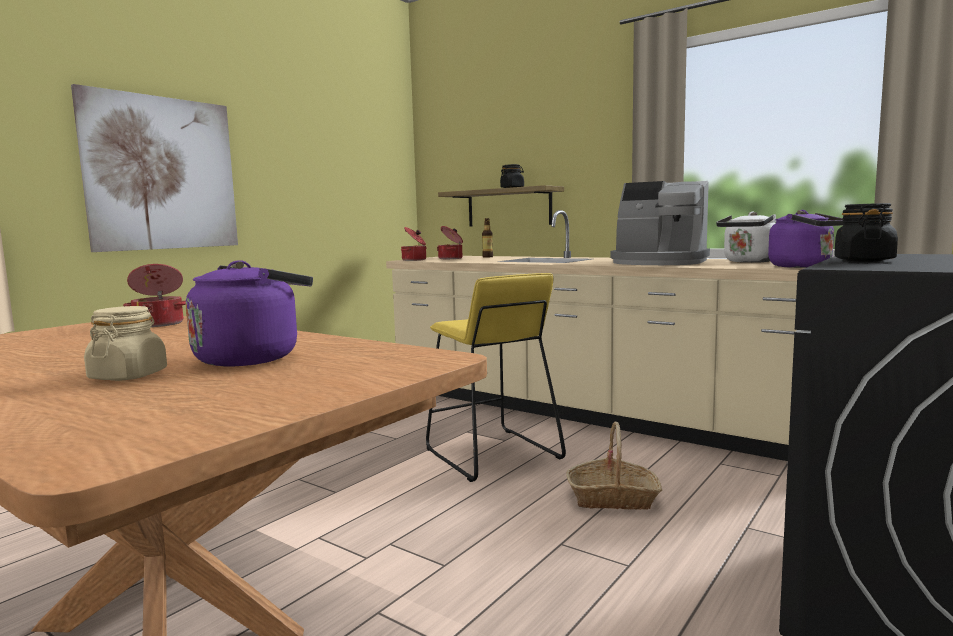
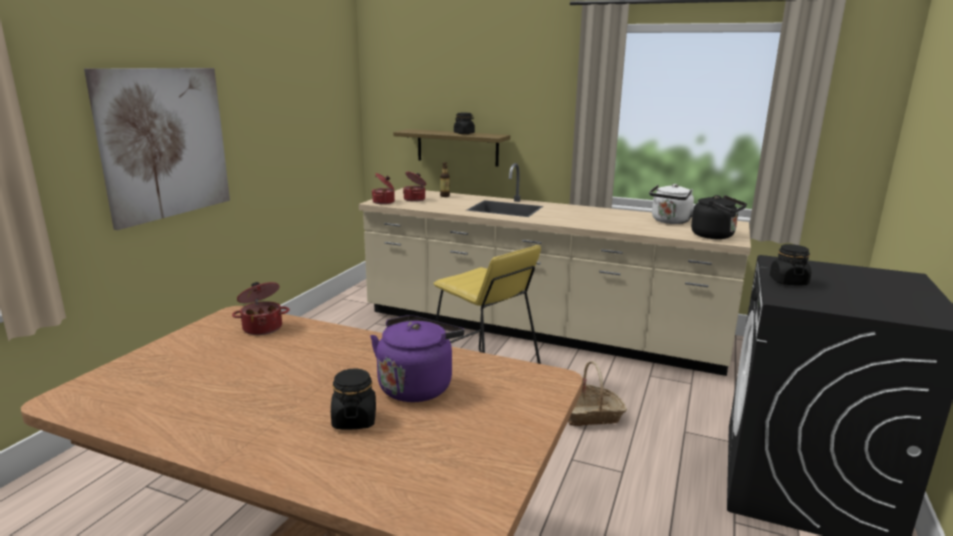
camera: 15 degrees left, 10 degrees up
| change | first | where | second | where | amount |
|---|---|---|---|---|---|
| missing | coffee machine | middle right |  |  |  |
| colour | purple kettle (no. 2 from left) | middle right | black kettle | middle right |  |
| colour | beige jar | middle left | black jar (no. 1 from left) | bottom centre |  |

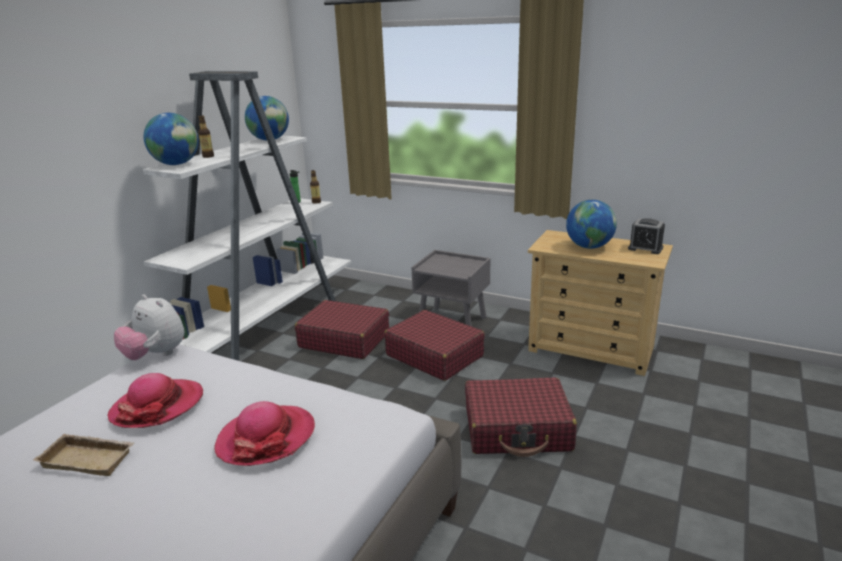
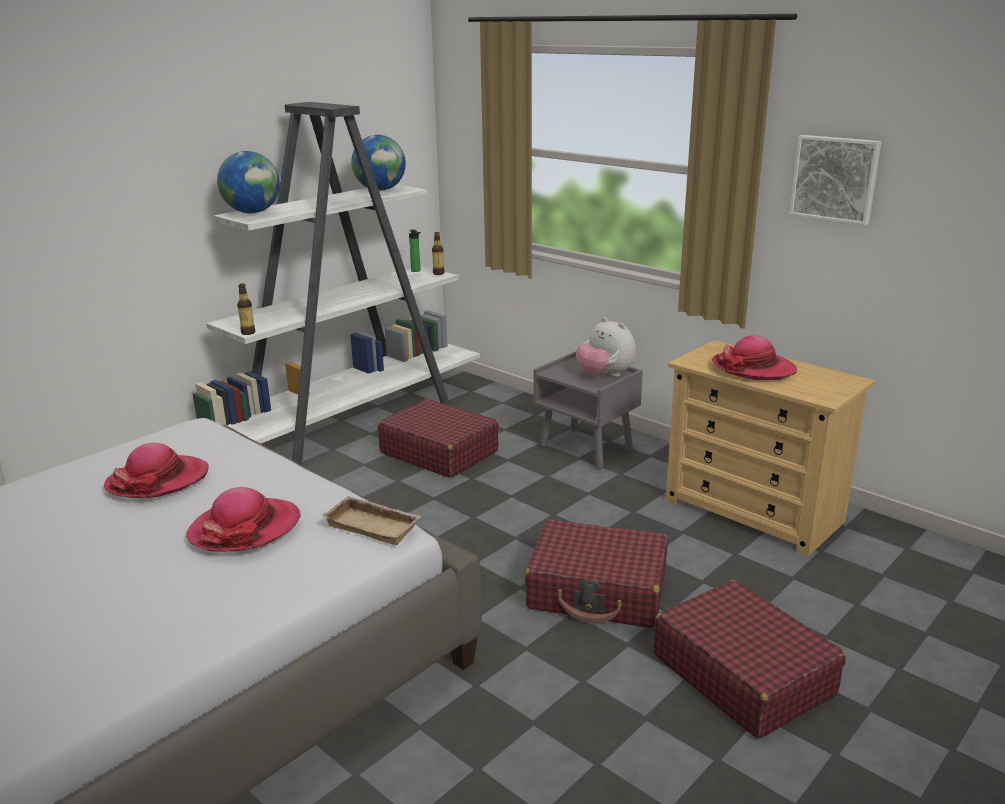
camera: 15 degrees right, 0 degrees up
| change | first | where | second | where | amount |
|---|---|---|---|---|---|
| relocated | bottle (no. 1 from left) | top left |  | middle left |  |
| exchanged | globe (no. 3 from left) | middle right | hat (no. 3 from left) | middle right |  |
| missing | alarm clock | middle right |  |  |  |
| relocated | plush toy | middle left |  | centre |  |
| relocated | red suitcase (no. 2 from left in the first image) | centre | red suitcase (no. 3 from left) | bottom right |  |
| relocated | beige tray | bottom left |  | centre |  |
| appeared |  |  | picture | top right |  |

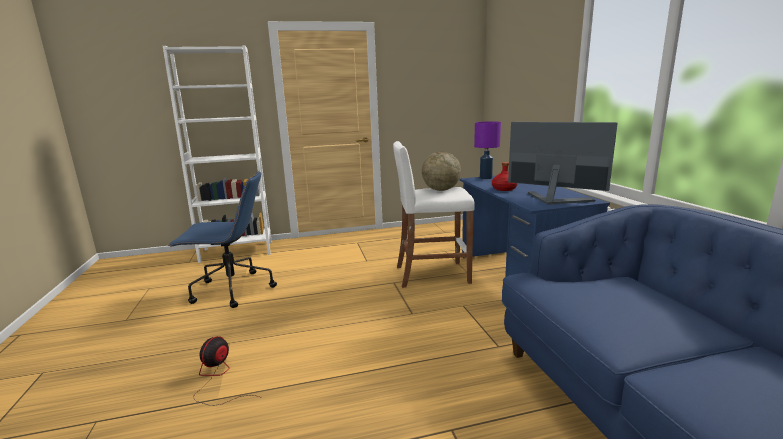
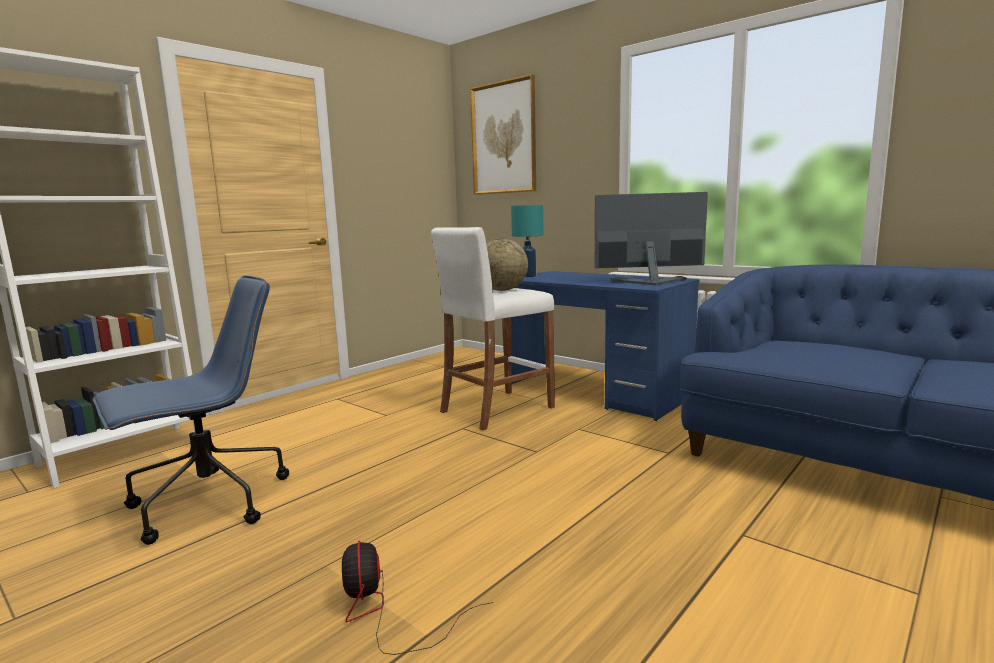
camera: 35 degrees left, 5 degrees down
| change | first | where | second | where | amount |
|---|---|---|---|---|---|
| colour | purple table lamp | centre | turquoise table lamp | centre |  |
| missing | red bottle | centre |  |  |  |
| appeared |  |  | picture | top centre |  |

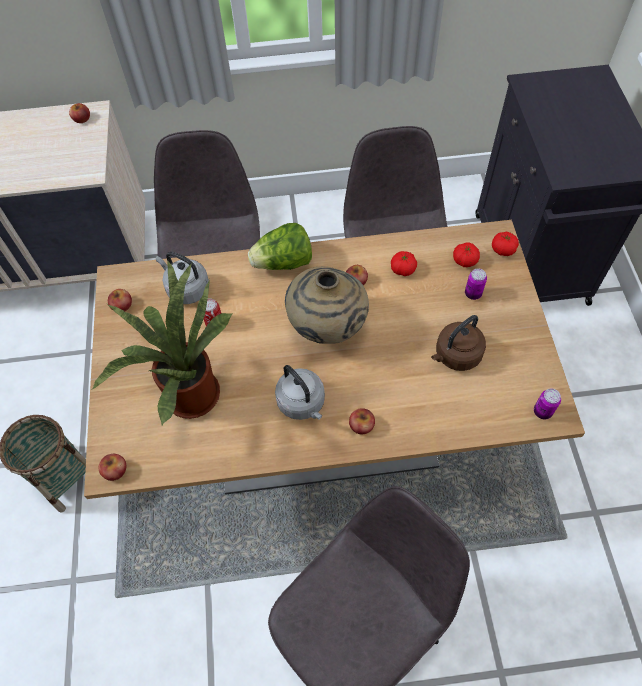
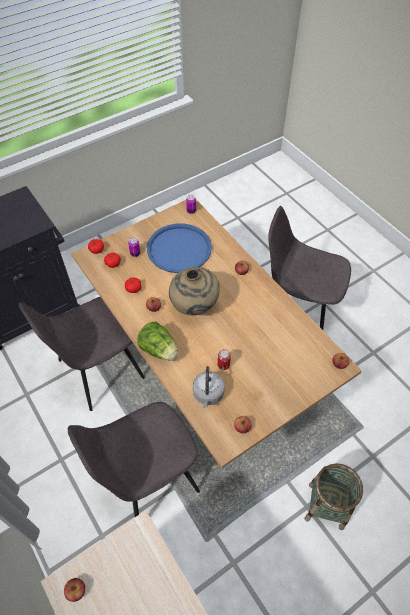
camera: 120 degrees left, 5 degrees down
| change | first | where | second | where | amount |
|---|---|---|---|---|---|
| missing | potted plant | middle left |  |  |  |
| exchanged | brown kettle | middle right | blue tray | centre |  |
| missing | grey kettle (no. 2 from left) | centre |  |  |  |

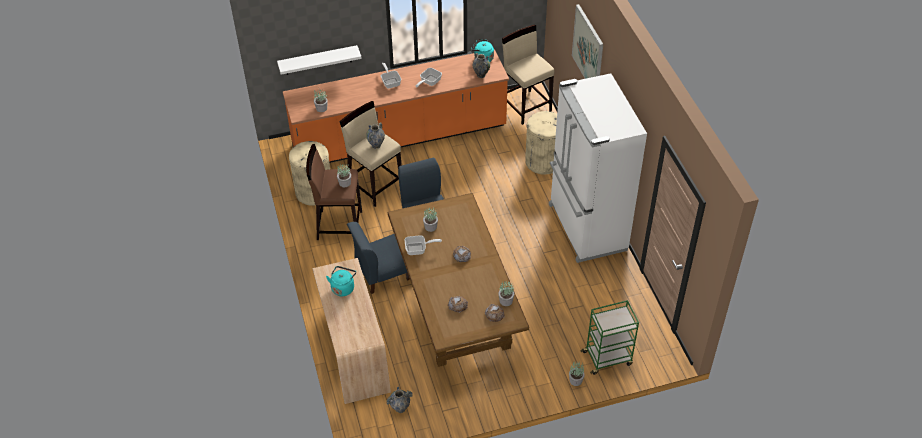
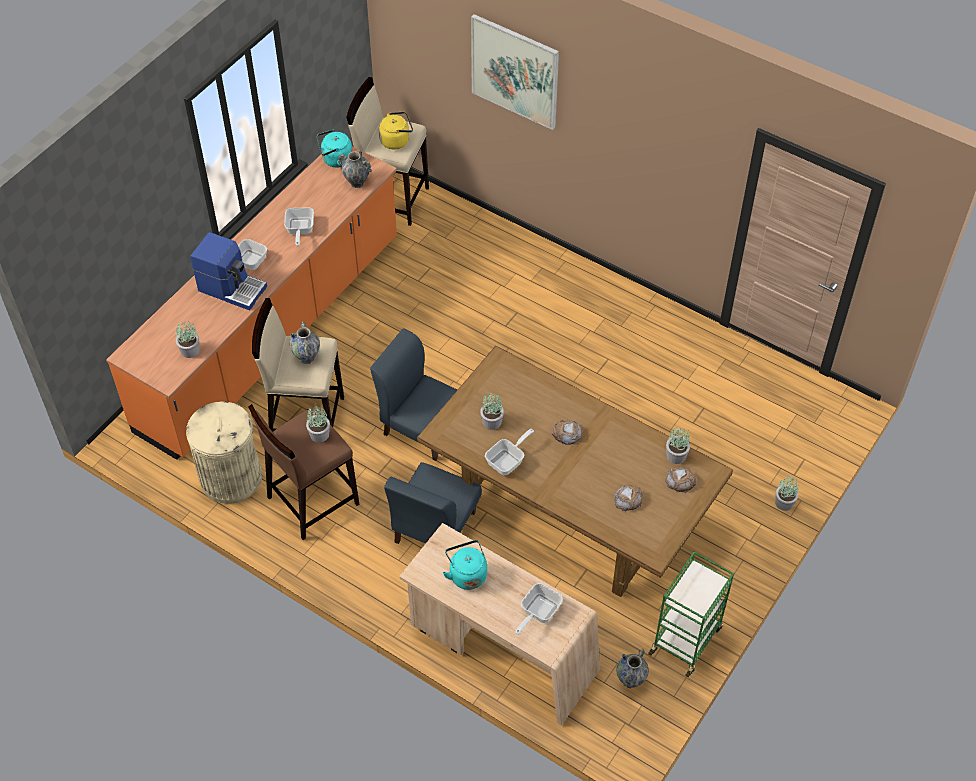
camera: 40 degrees left, 5 degrees up
| change | first | where | second | where | amount |
|---|---|---|---|---|---|
| missing | white shelf | top centre |  |  |  |
| missing | white fridge | centre |  |  |  |
| missing | beige trash can (no. 2 from left) | top centre |  |  |  |
| relocated | green cart | bottom centre |  | bottom right |  |
| appeared |  |  | yellow kettle | top centre |  |
| appeared |  |  | coffee machine | middle left |  |
| appeared |  |  | frying pan (no. 4 from left) | bottom centre |  |

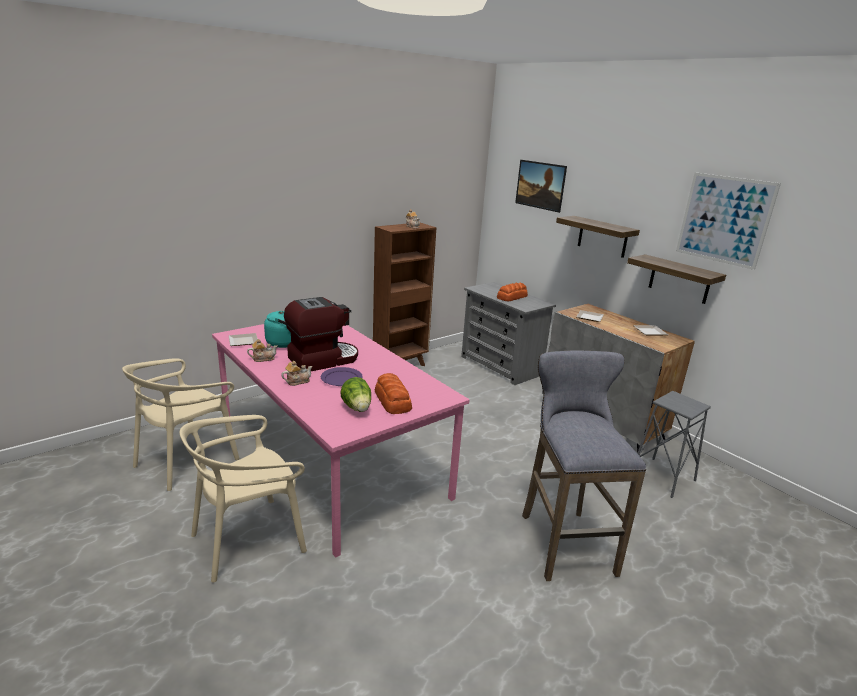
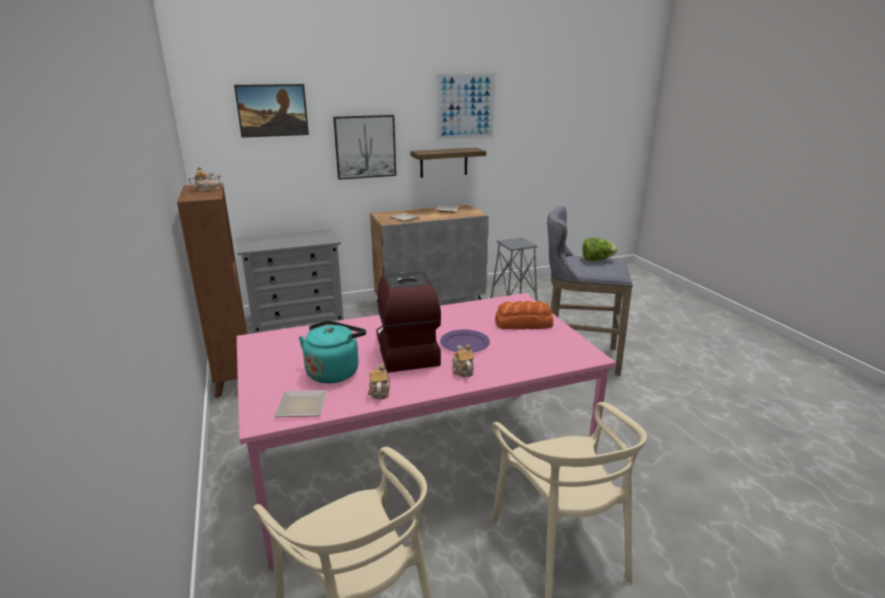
camera: 70 degrees left, 0 degrees up
| change | first | where | second | where | amount |
|---|---|---|---|---|---|
| exchanged | shelf (no. 1 from left) | middle right | picture (no. 2 from left) | top centre |  |
| missing | bread (no. 2 from left) | centre |  |  |  |
| relocated | lettuce | centre |  | middle right |  |

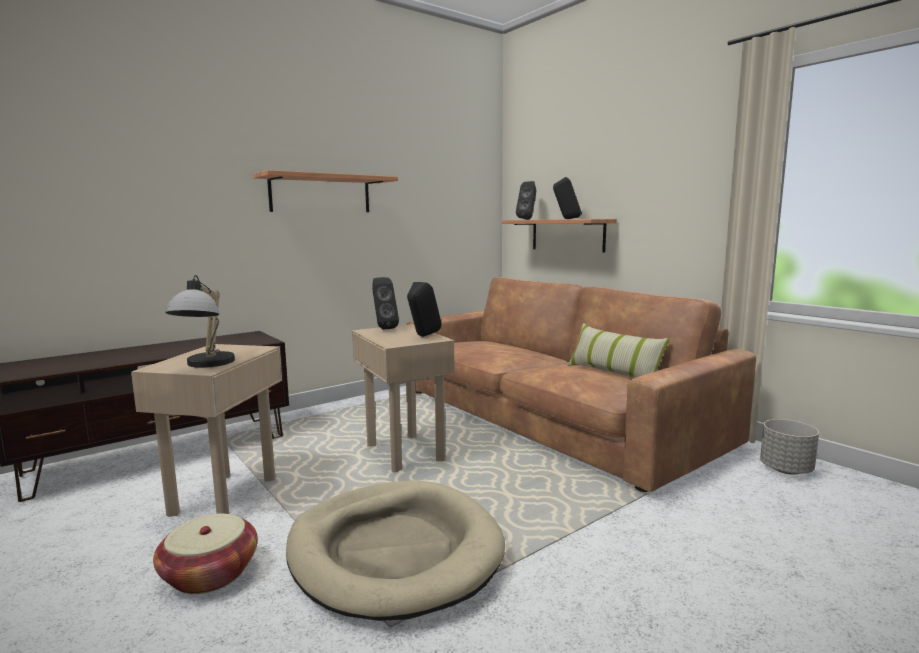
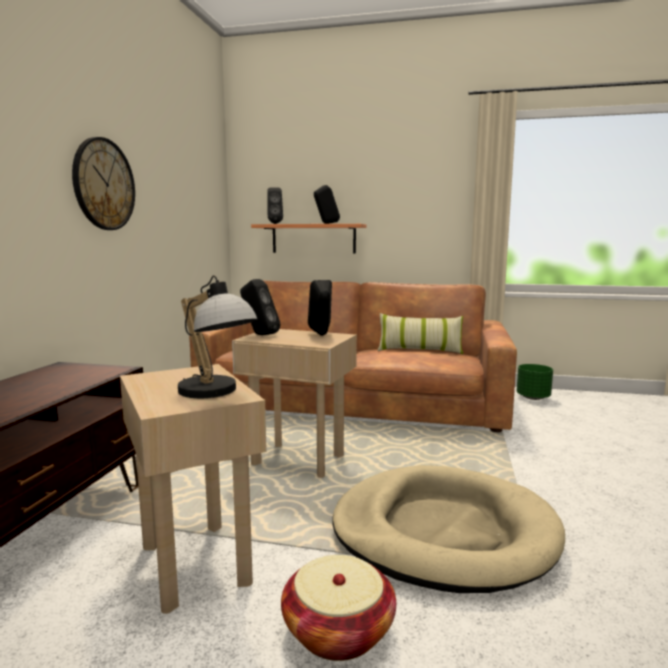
camera: 40 degrees left, 0 degrees up
| change | first | where | second | where | amount |
|---|---|---|---|---|---|
| exchanged | shelf (no. 1 from left) | top centre | wall clock | top left |  |
| colour | grey planter | bottom right | green planter | middle right |  |

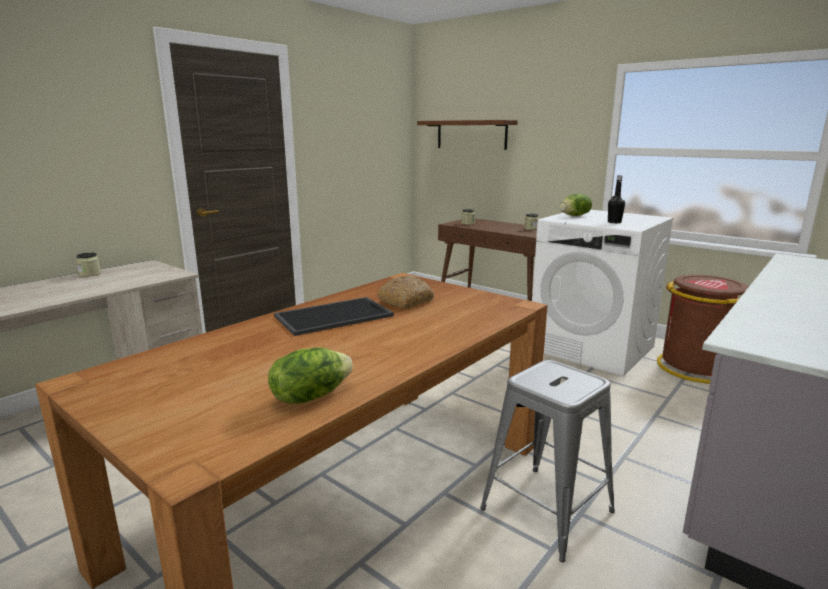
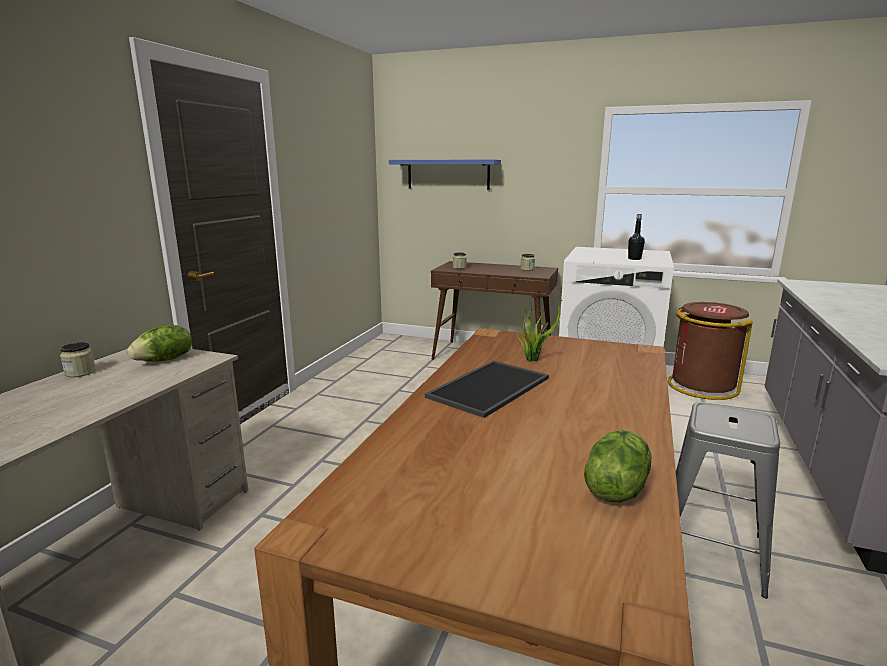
camera: 20 degrees left, 0 degrees up
| change | first | where | second | where | amount |
|---|---|---|---|---|---|
| colour | brown shelf | top centre | blue shelf | top centre |  |
| relocated | lettuce (no. 2 from left in the first image) | middle right | lettuce (no. 1 from left) | middle left |  |
| exchanged | bread | centre | potted plant | centre |  |

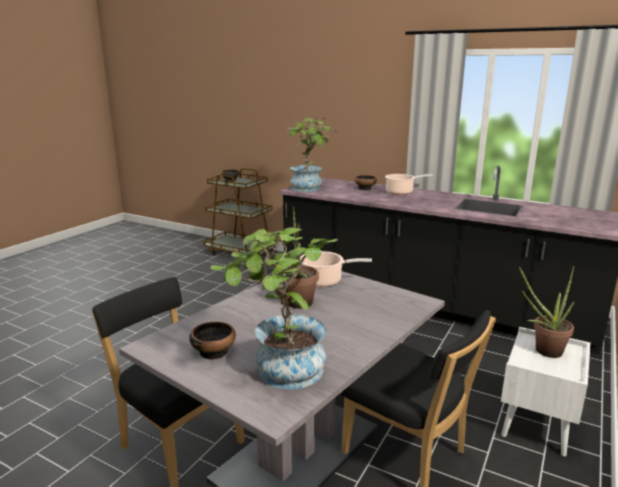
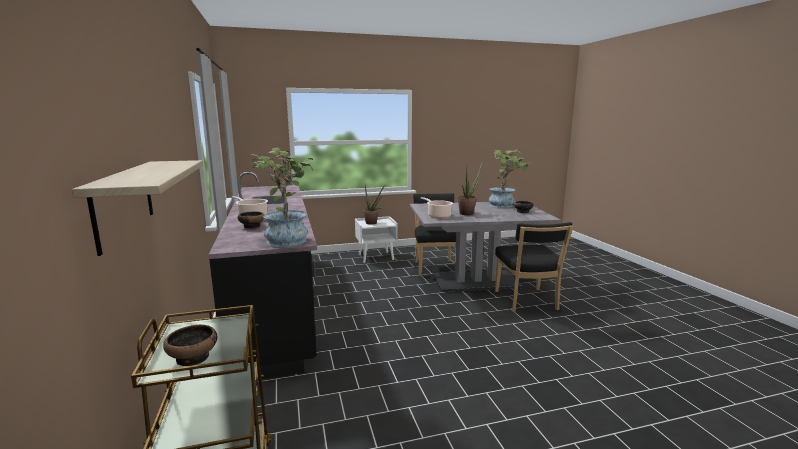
camera: 135 degrees left, 5 degrees down
| change | first | where | second | where | amount |
|---|---|---|---|---|---|
| appeared |  |  | shelf | middle left |  |

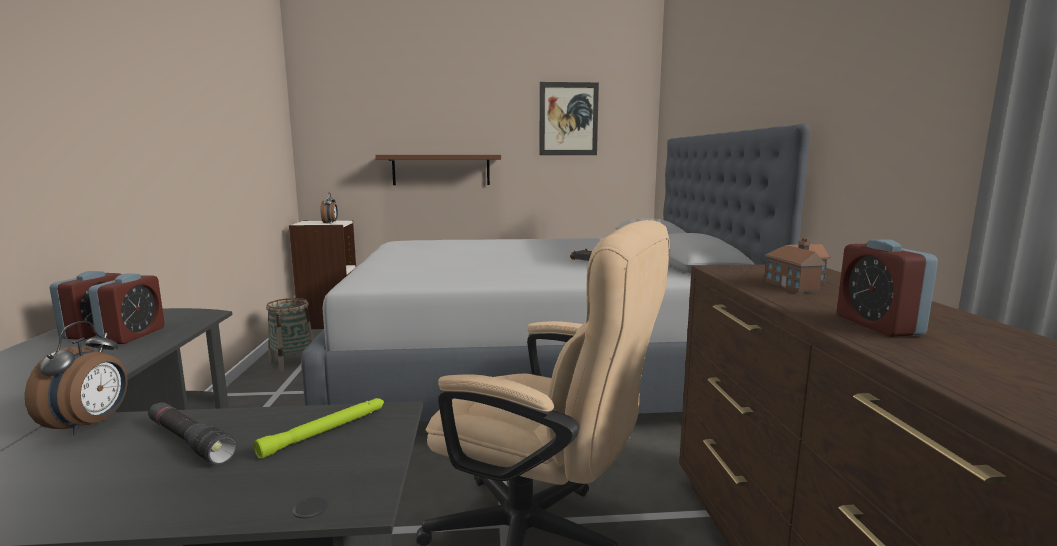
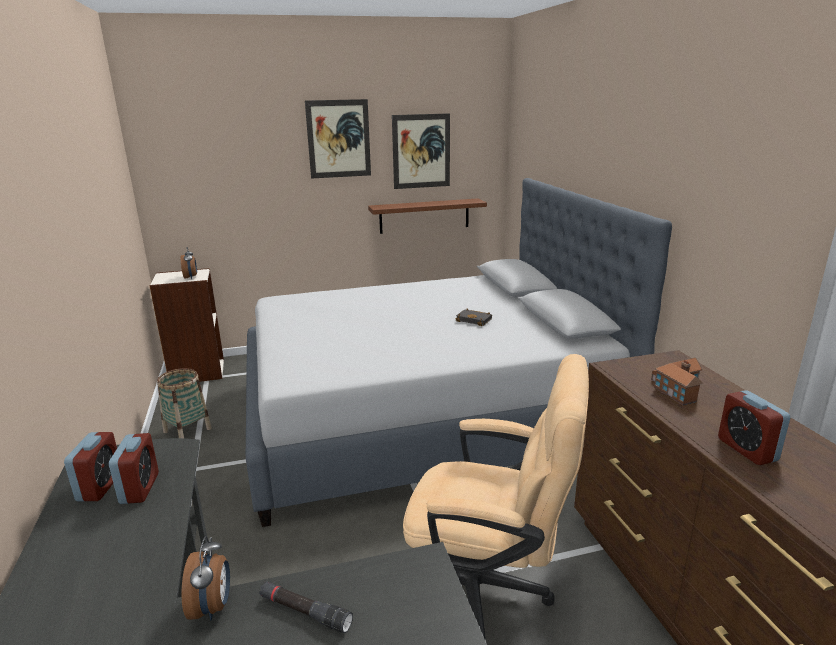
camera: 10 degrees left, 10 degrees up
| change | first | where | second | where | amount |
|---|---|---|---|---|---|
| relocated | brown shelf | top centre |  | centre |  |
| missing | green flashlight | bottom left |  |  |  |
| appeared |  |  | picture (no. 1 from left) | top centre |  |

